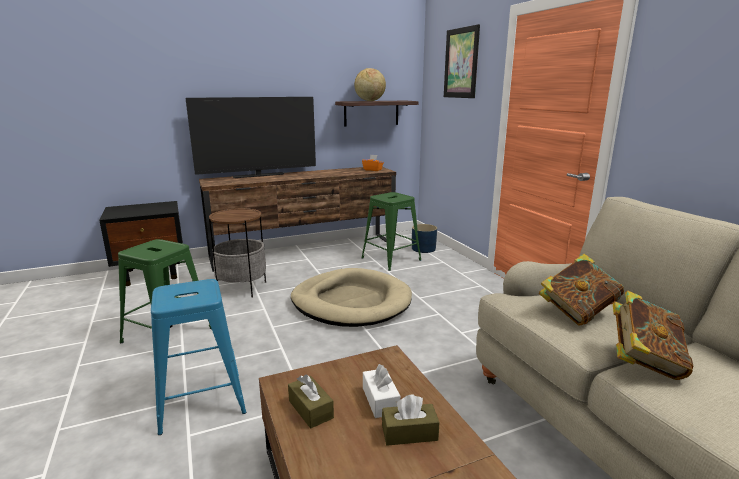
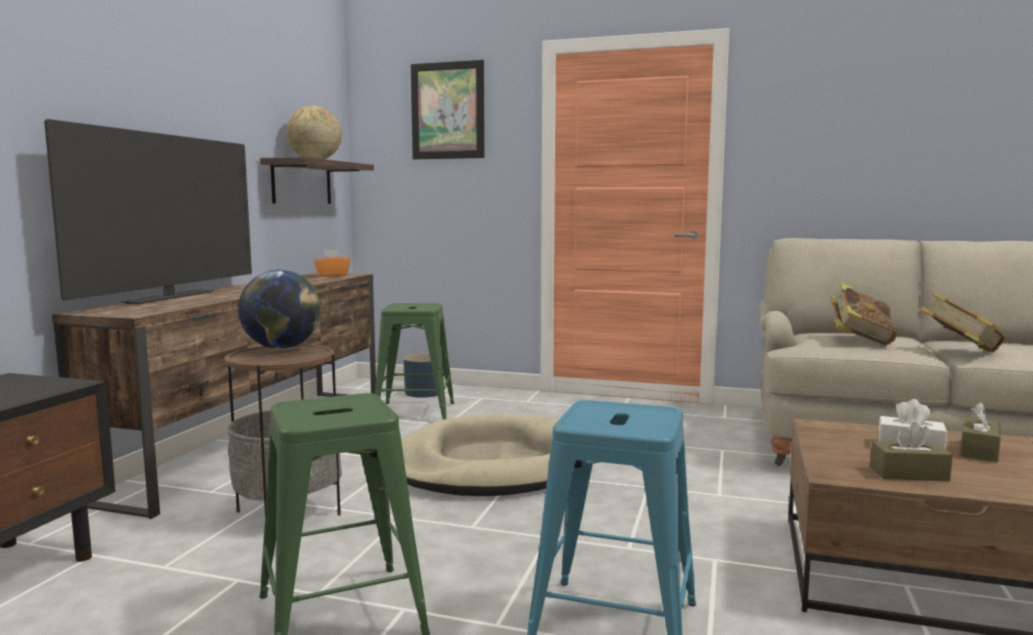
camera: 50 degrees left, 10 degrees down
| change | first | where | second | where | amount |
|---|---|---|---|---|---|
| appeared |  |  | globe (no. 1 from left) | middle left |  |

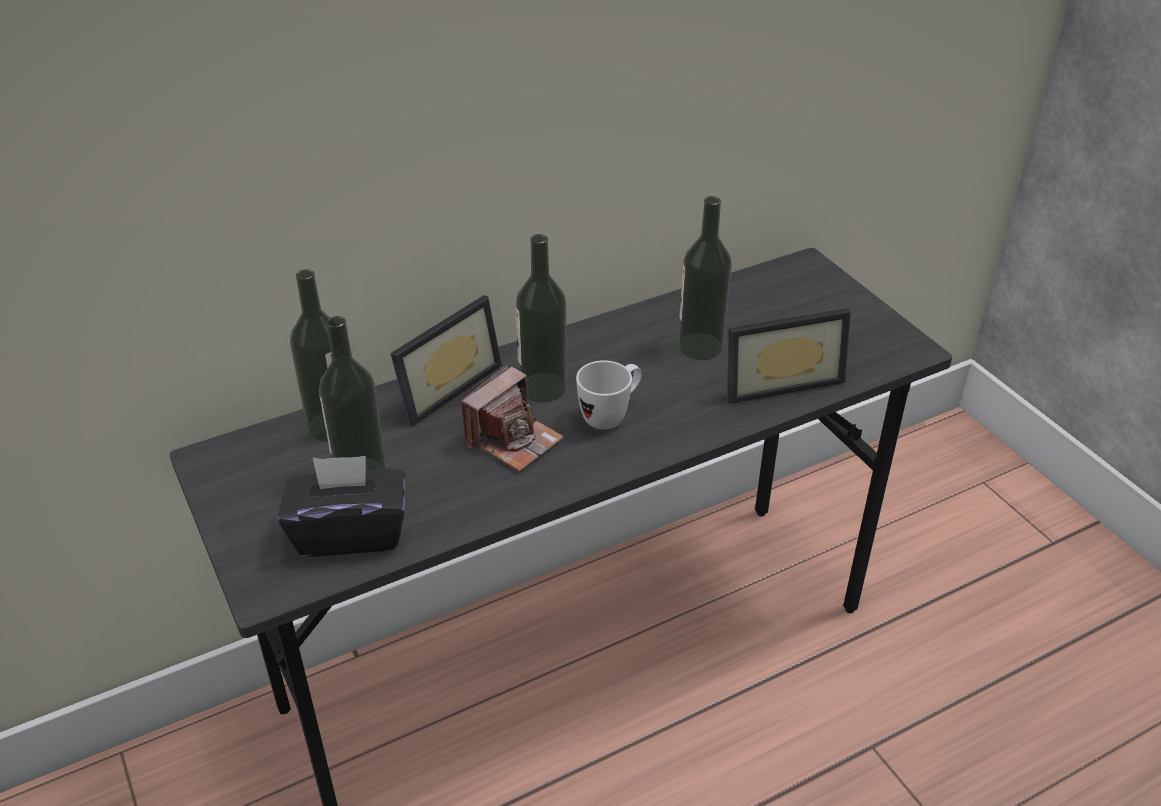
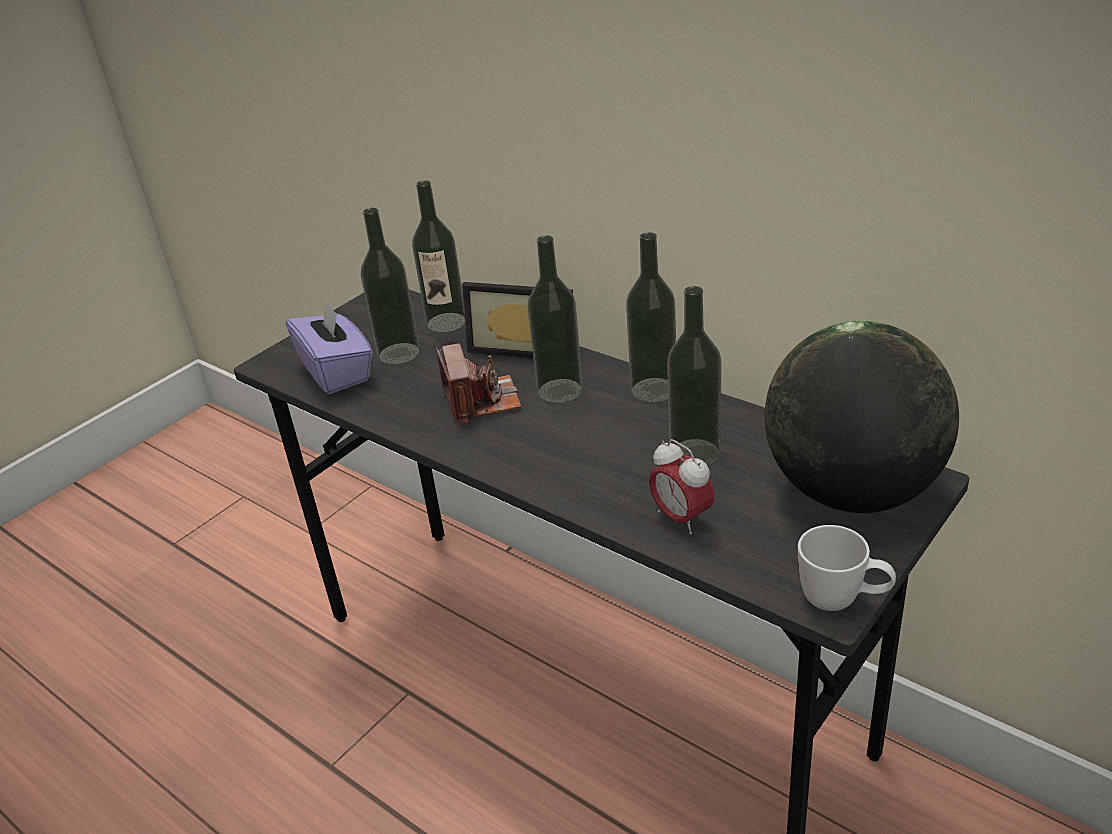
camera: 70 degrees right, 5 degrees down
| change | first | where | second | where | amount |
|---|---|---|---|---|---|
| exchanged | picture frame (no. 2 from left) | middle right | alarm clock | centre |  |
| relocated | white mug | centre |  | bottom right |  |
| spun | photo camera | centre |  | centre | 120 degrees counterclockwise |
| colour | black tissue box | middle left | purple tissue box | middle left |  |
| appeared |  |  | bottle (no. 4 from left) | centre |  |
| appeared |  |  | globe | middle right |  |

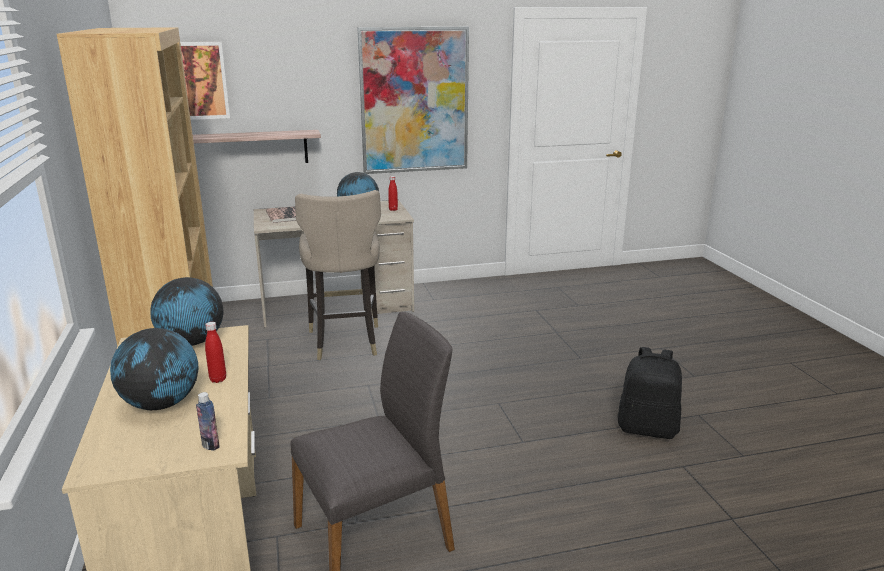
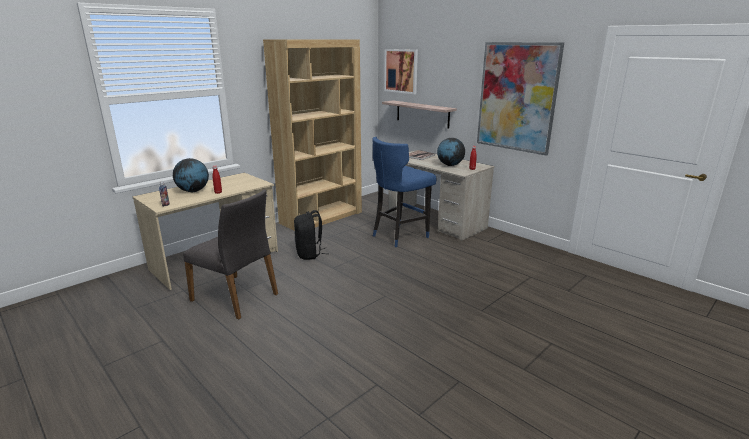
camera: 60 degrees right, 0 degrees up
| change | first | where | second | where | amount |
|---|---|---|---|---|---|
| colour | beige stool | centre | blue stool | centre |  |
| missing | globe (no. 2 from left) | middle left |  |  |  |
| relocated | black backpack | bottom right |  | centre |  |

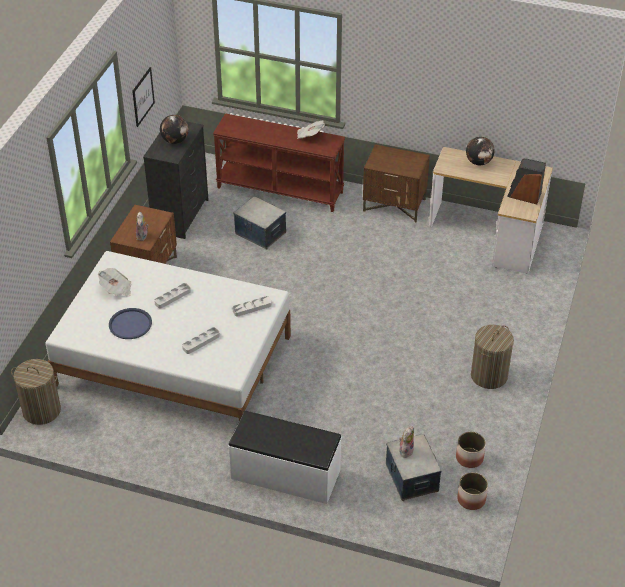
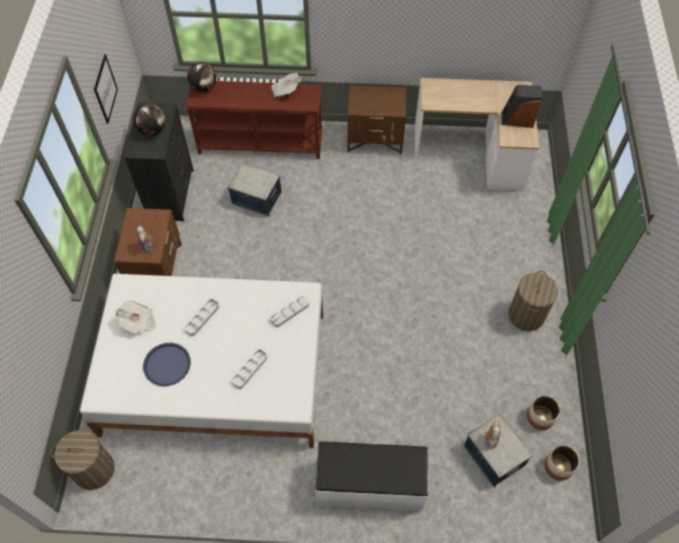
camera: 15 degrees left, 15 degrees up
| change | first | where | second | where | amount |
|---|---|---|---|---|---|
| relocated | globe (no. 2 from left) | top right |  | top left |  |

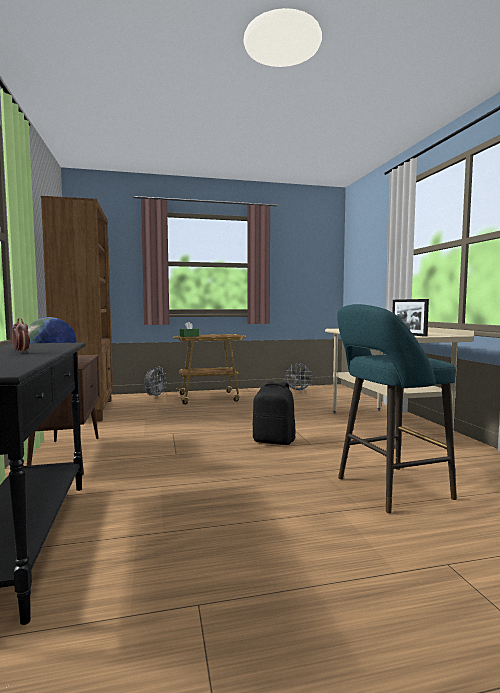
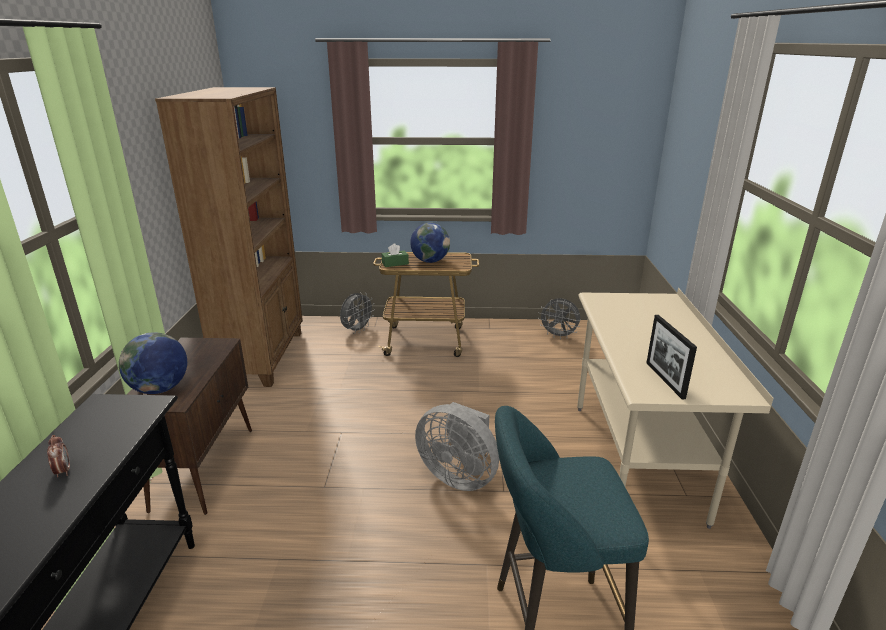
camera: 15 degrees right, 20 degrees up
| change | first | where | second | where | amount |
|---|---|---|---|---|---|
| exchanged | black backpack | centre | grey fan (no. 2 from left) | bottom centre |  |
| appeared |  |  | globe (no. 2 from left) | centre |  |

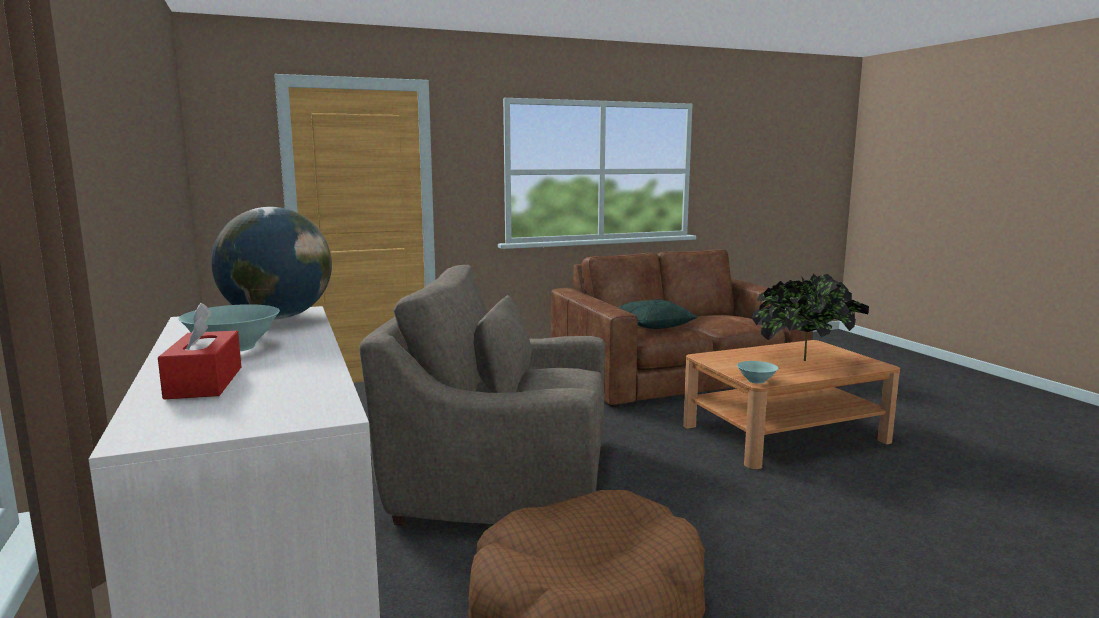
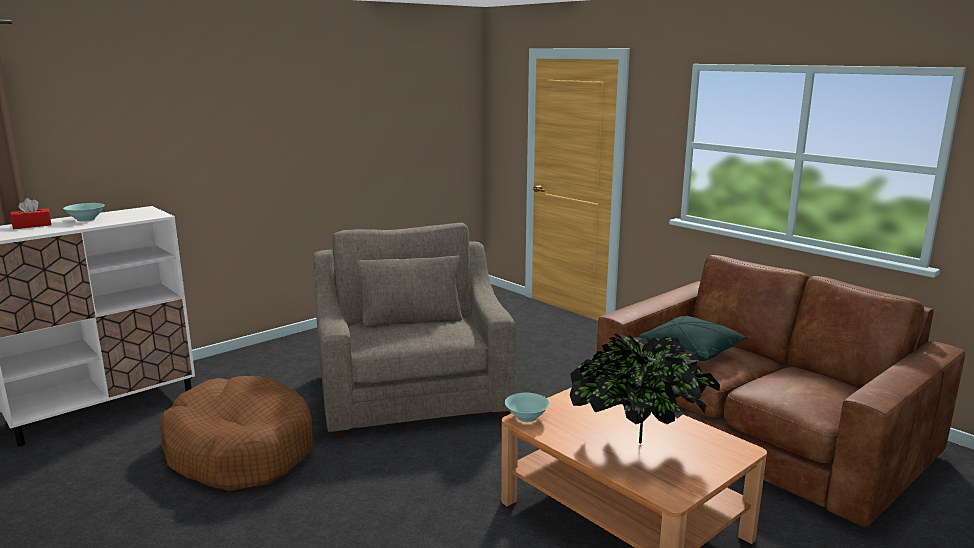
camera: 70 degrees right, 5 degrees up
| change | first | where | second | where | amount |
|---|---|---|---|---|---|
| missing | globe | middle left |  |  |  |

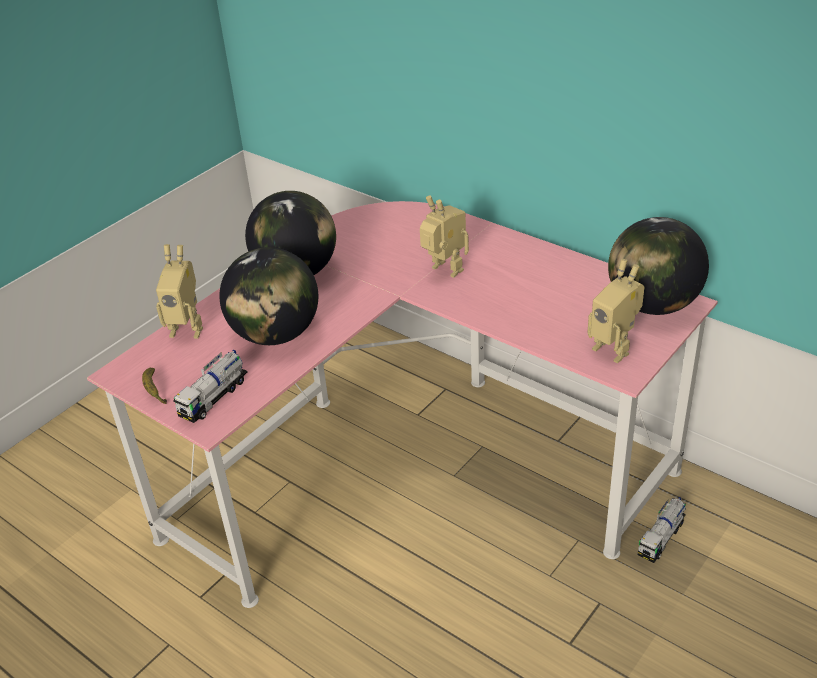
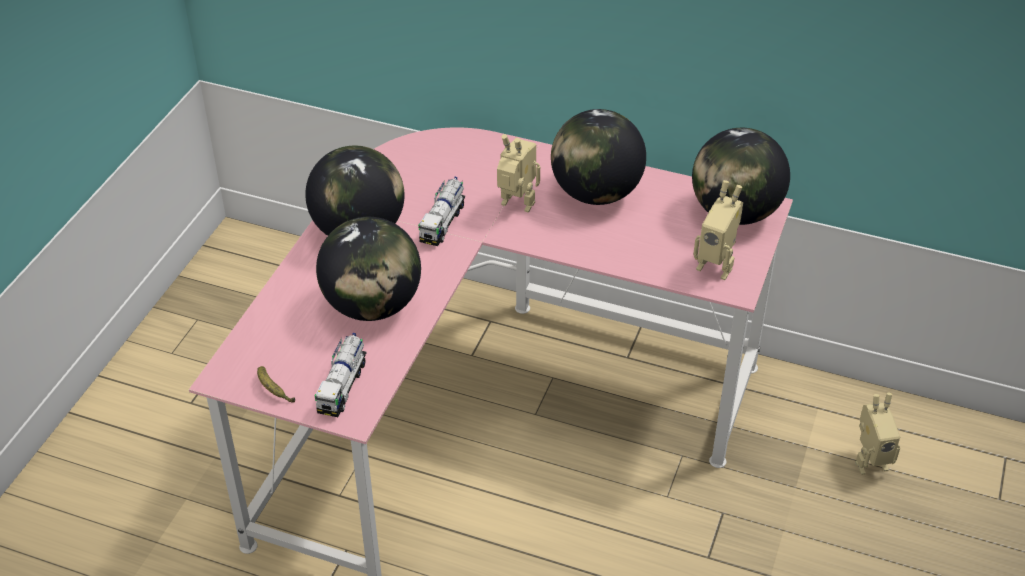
camera: 20 degrees left, 5 degrees up
| change | first | where | second | where | amount |
|---|---|---|---|---|---|
| relocated | toy robot (no. 1 from left in the first image) | middle left | toy robot (no. 3 from left) | bottom right |  |
| relocated | toy truck (no. 2 from left) | bottom right |  | centre |  |
| appeared |  |  | globe (no. 3 from left) | top centre |  |

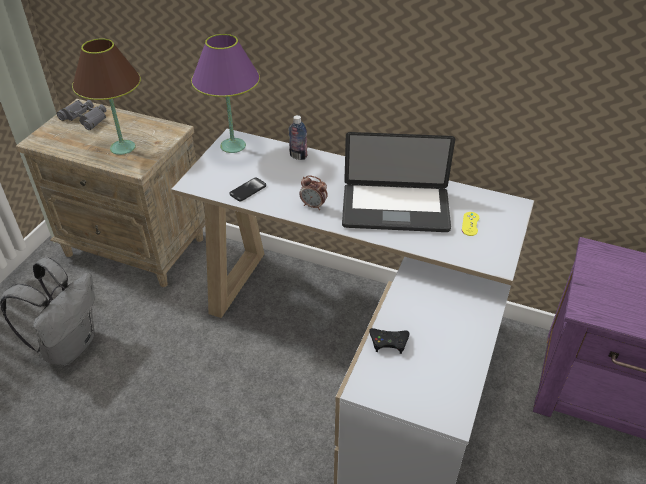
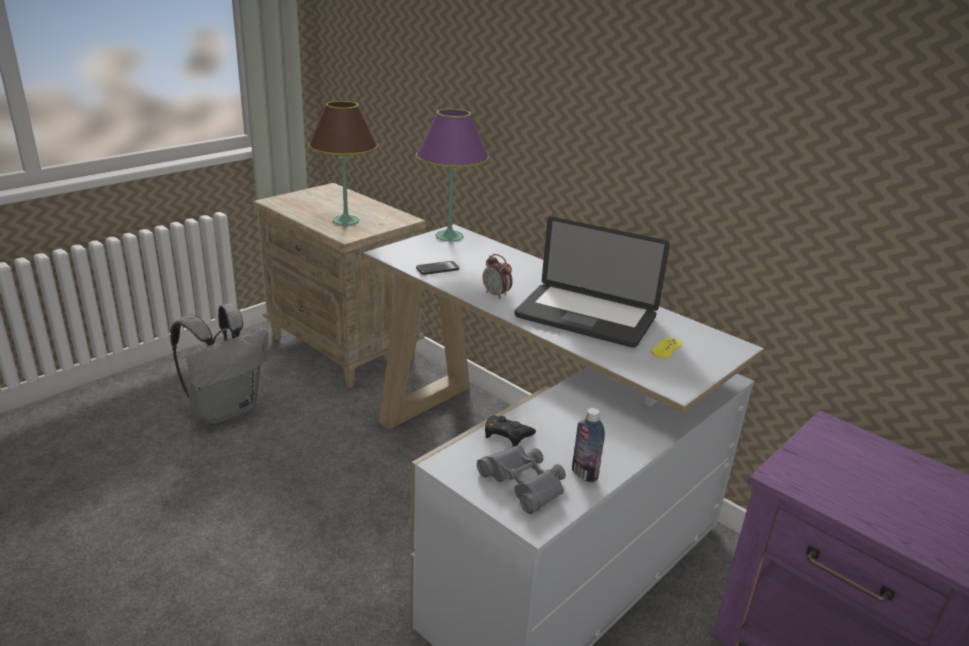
camera: 20 degrees right, 15 degrees down
| change | first | where | second | where | amount |
|---|---|---|---|---|---|
| relocated | grey binoculars | top left |  | bottom centre |  |
| relocated | bottle | top centre |  | bottom centre |  |

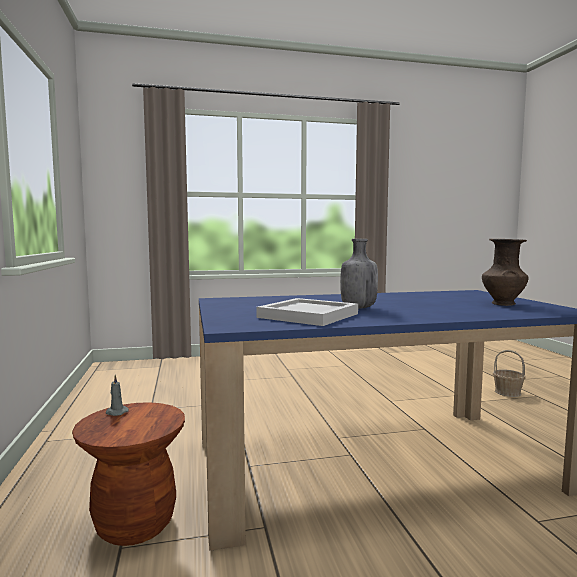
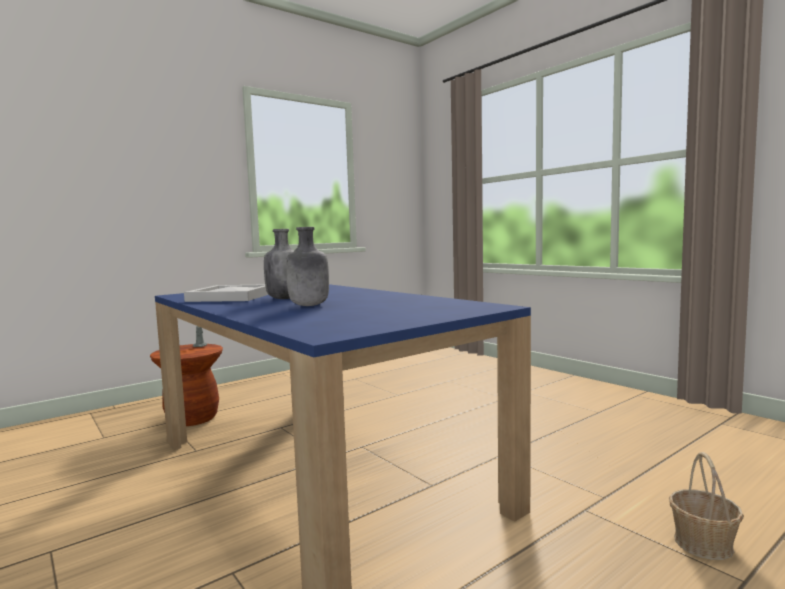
camera: 65 degrees right, 0 degrees up
| change | first | where | second | where | amount |
|---|---|---|---|---|---|
| missing | brown vase | middle right |  |  |  |
| appeared |  |  | grey bottle (no. 2 from left) | centre |  |

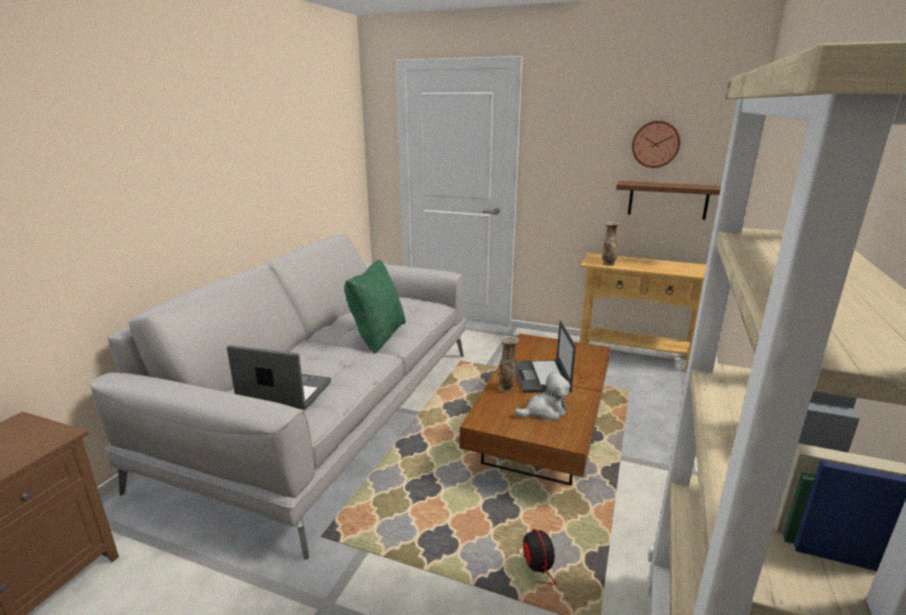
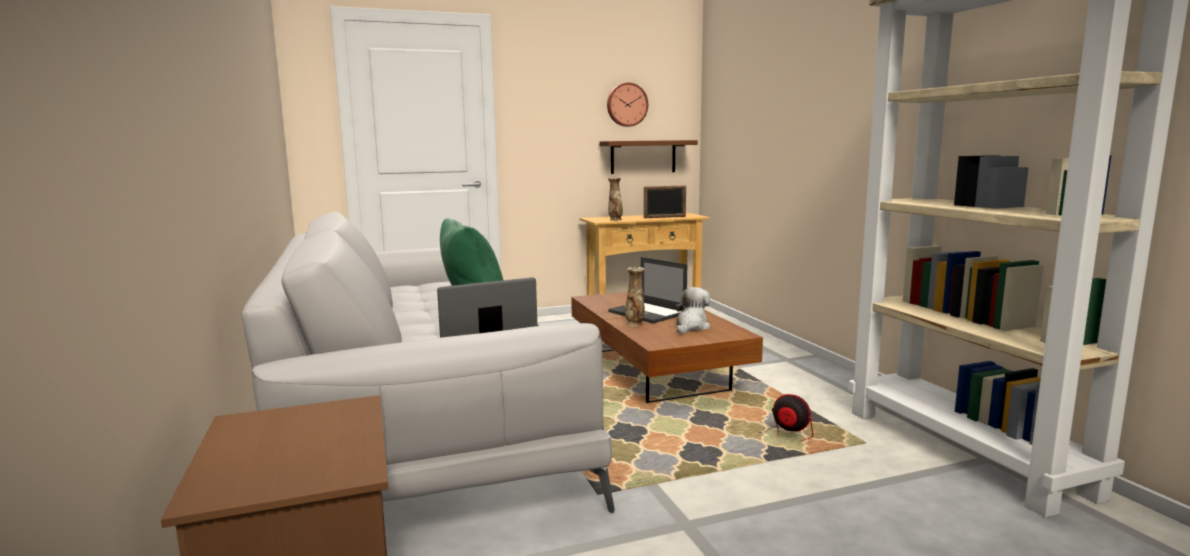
camera: 40 degrees left, 10 degrees down
| change | first | where | second | where | amount |
|---|---|---|---|---|---|
| appeared |  |  | picture frame | centre |  |

